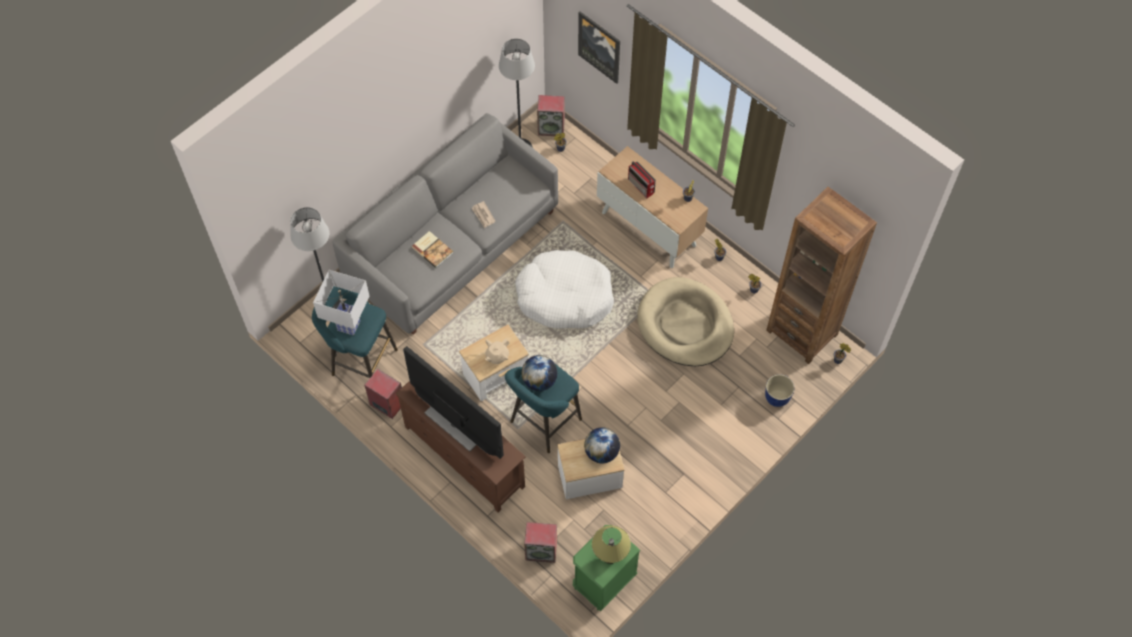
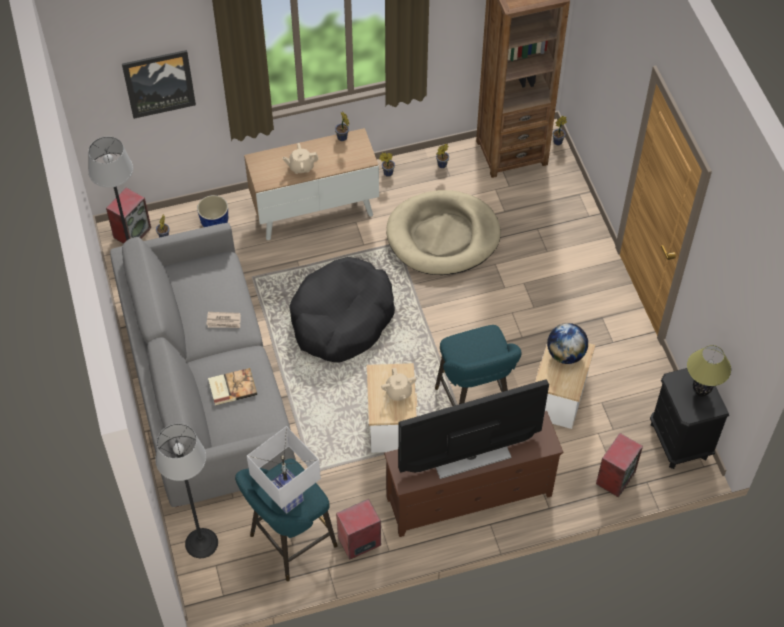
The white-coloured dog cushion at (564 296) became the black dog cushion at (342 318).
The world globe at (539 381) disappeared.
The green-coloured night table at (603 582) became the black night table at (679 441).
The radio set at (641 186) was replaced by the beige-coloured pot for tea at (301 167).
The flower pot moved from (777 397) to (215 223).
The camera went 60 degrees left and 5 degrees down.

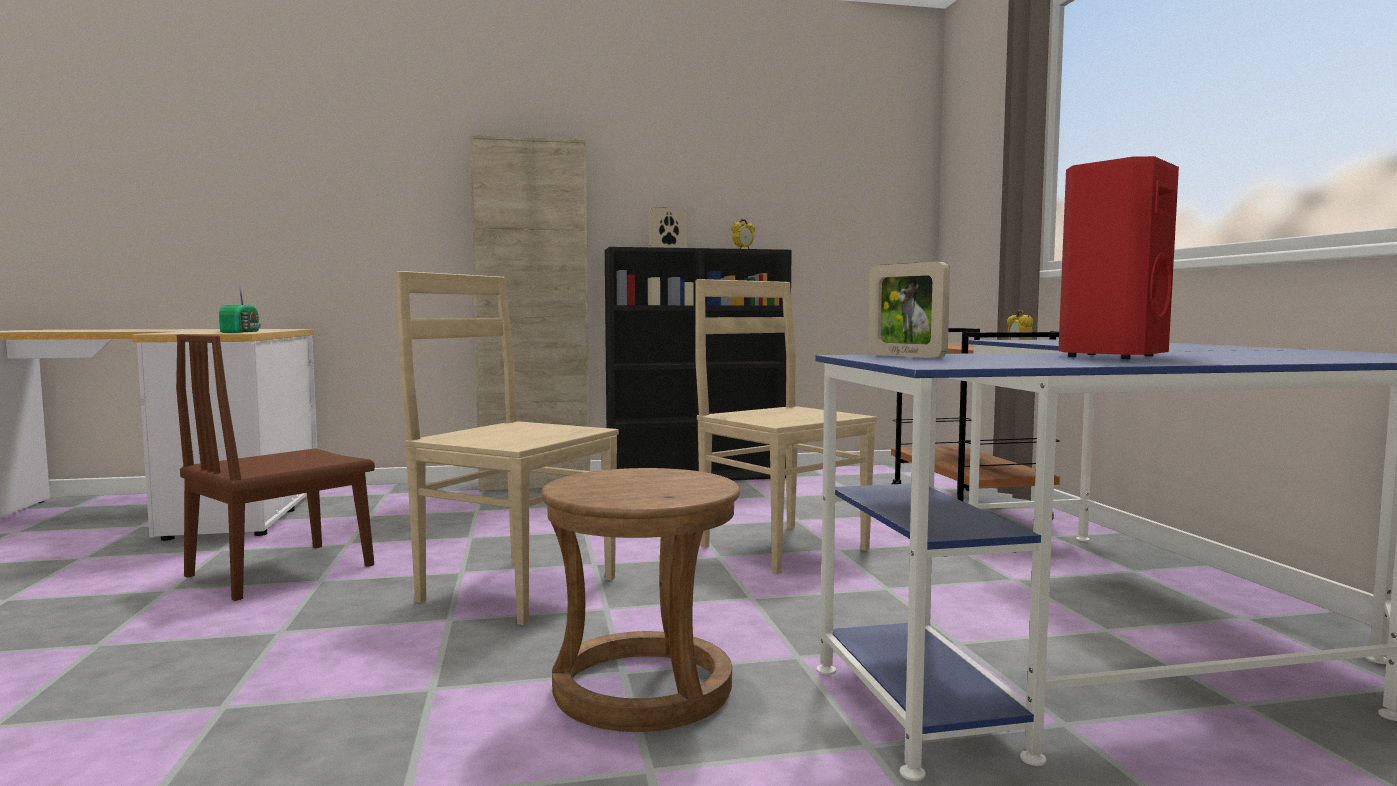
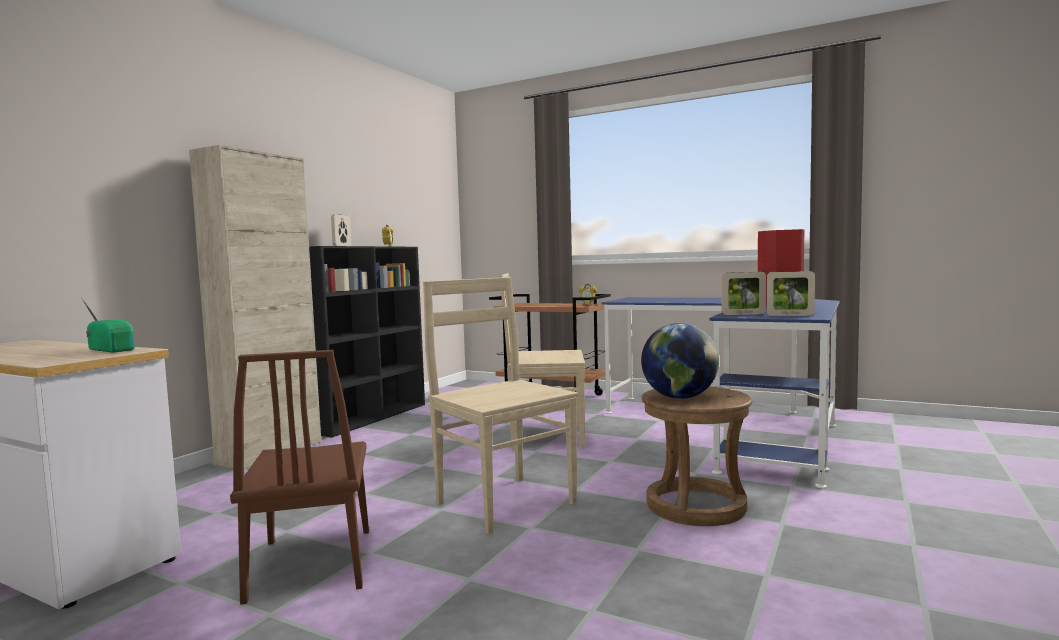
The beige-coloured upright chair at (514 588) turned 75 degrees clockwise.
The world globe at (679 397) appeared.
The photo frame at (790 315) appeared.
The camera went 50 degrees left and 0 degrees up.

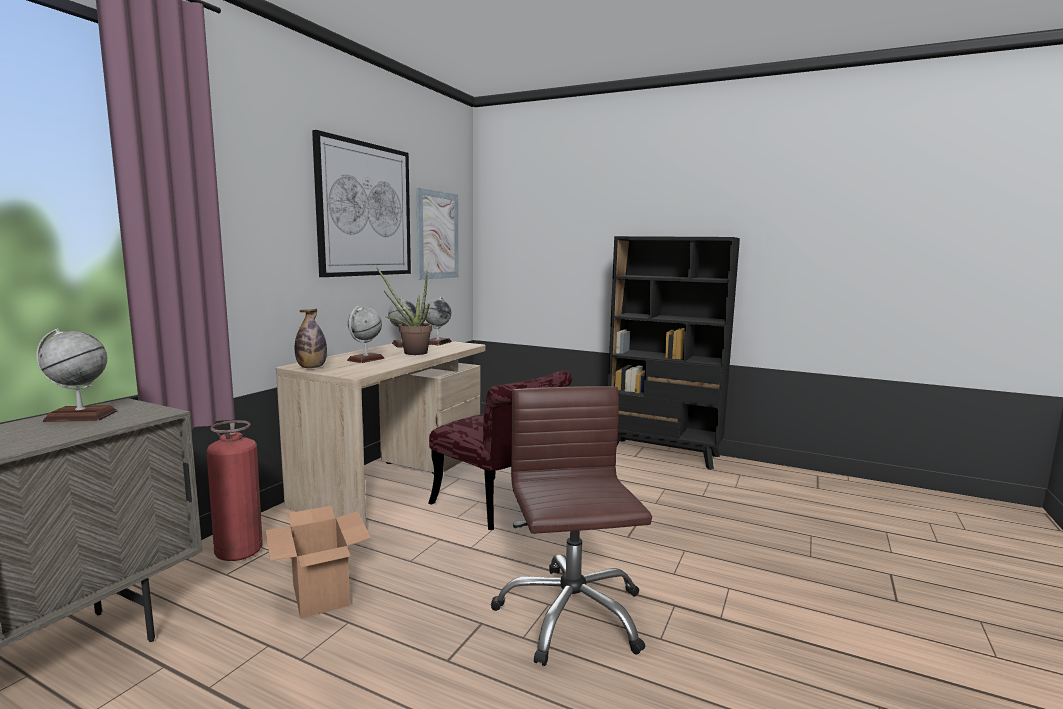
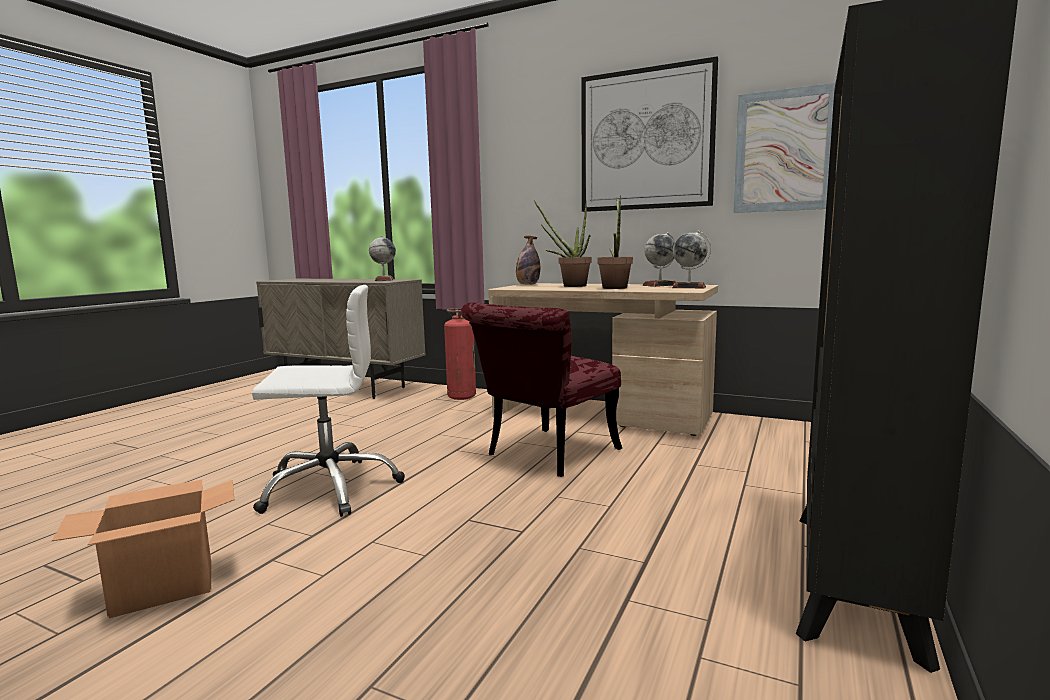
The cardboard box moved from (321 595) to (162 589).
The world globe at (365 359) was replaced by the plant in a pot at (569 286).
The brownish computer chair at (570 614) became the white-coloured computer chair at (330 487).
The camera went 90 degrees right and 0 degrees up.

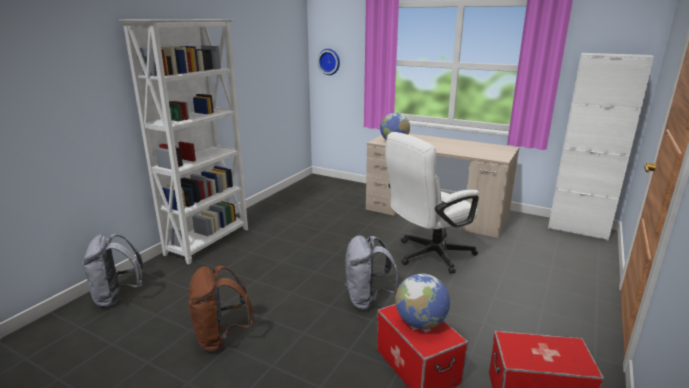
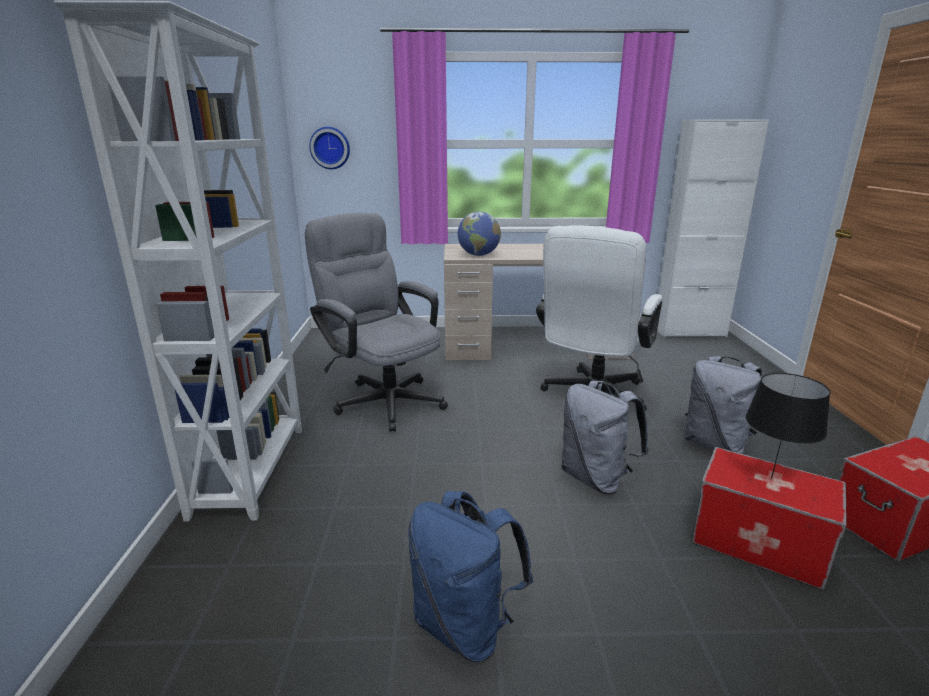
The gray rucksack moved from (118 297) to (715 445).
The brownish rucksack at (221 338) became the blue rucksack at (466 626).
The world globe at (420 323) was replaced by the black lamp for a table at (771 479).
The gray computer chair at (383 398) appeared.
The camera went 30 degrees left and 0 degrees up.

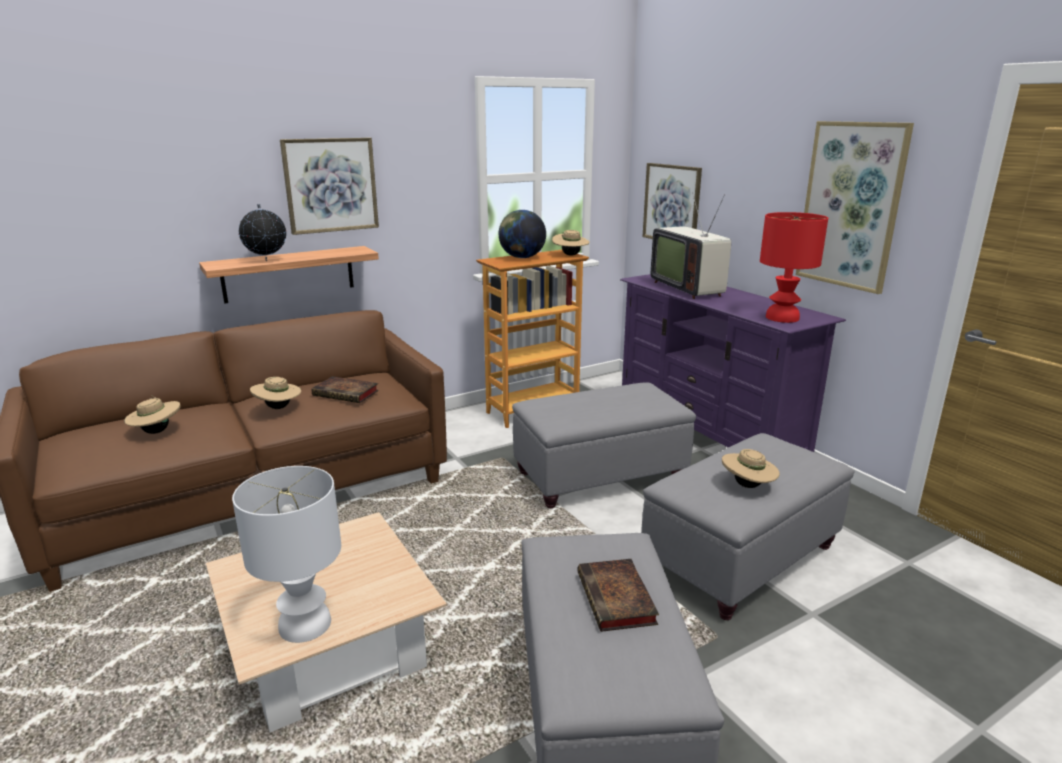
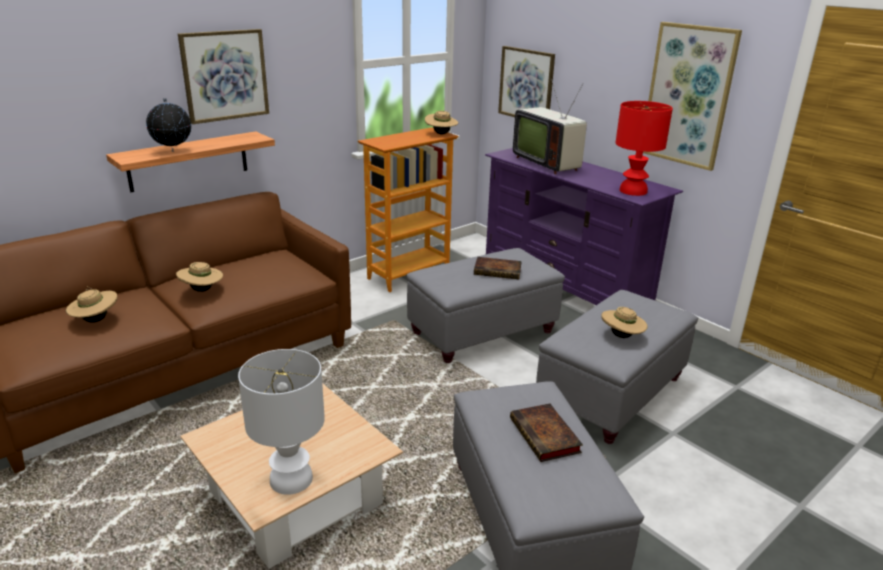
The bound book moved from (347 393) to (498 271).
The world globe at (522 257) disappeared.
The camera went 10 degrees left and 5 degrees up.

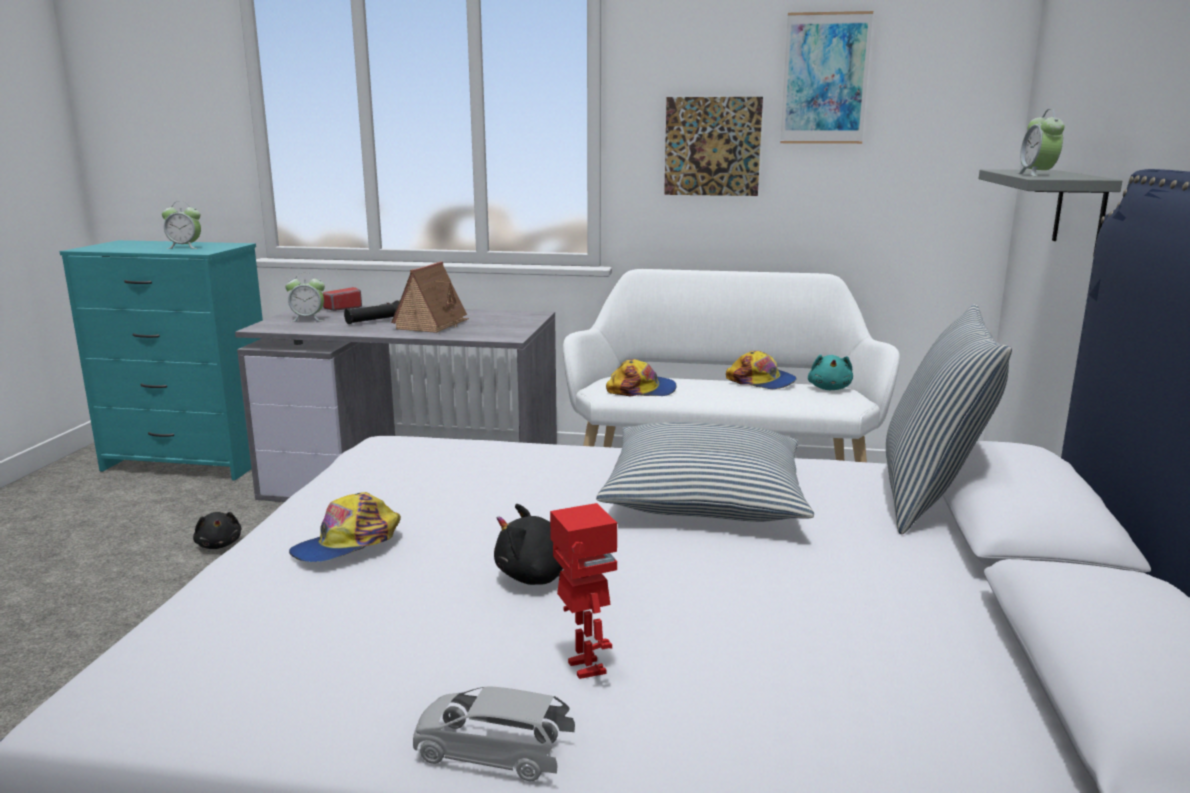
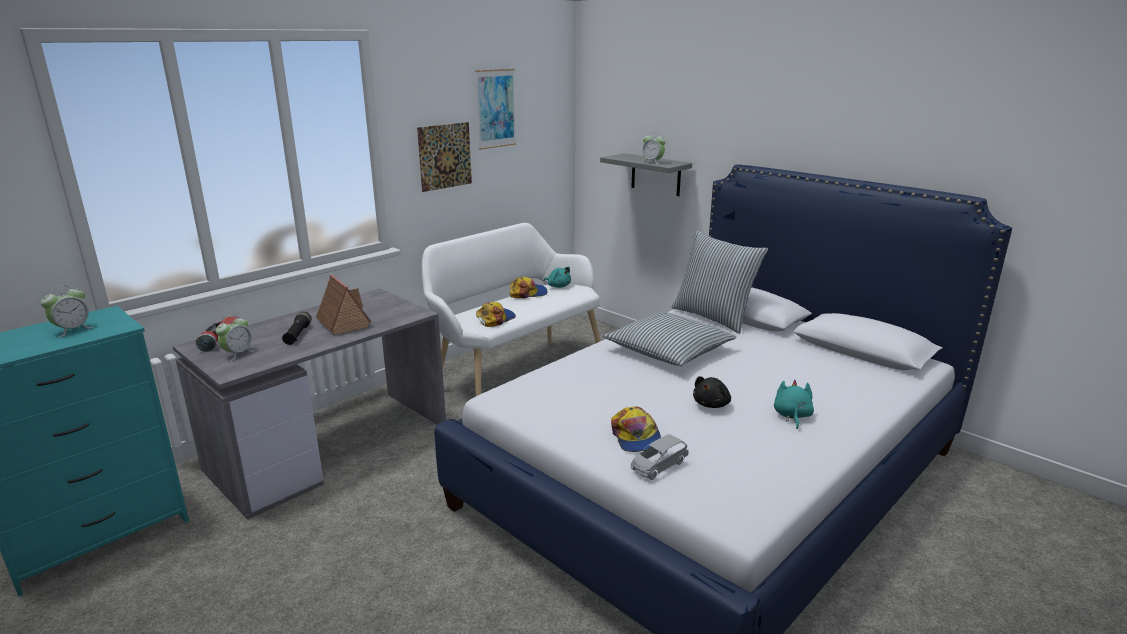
The black soft toy at (219 544) disappeared.
The gray miniature car moved from (492 752) to (658 466).
The toy robot at (584 667) was replaced by the blue-green soft toy at (792 416).
The camera went 55 degrees left and 5 degrees up.

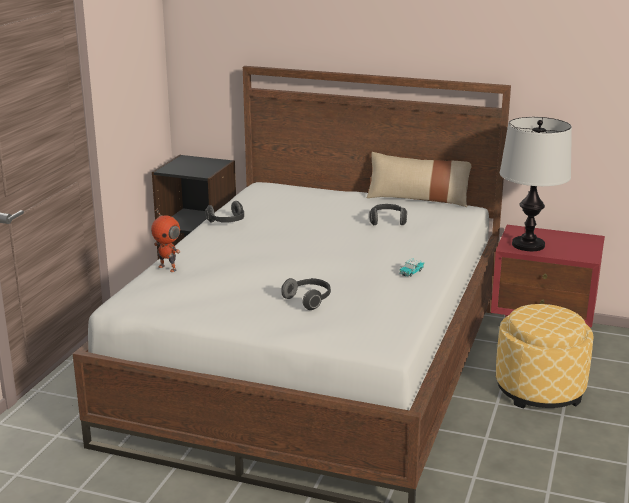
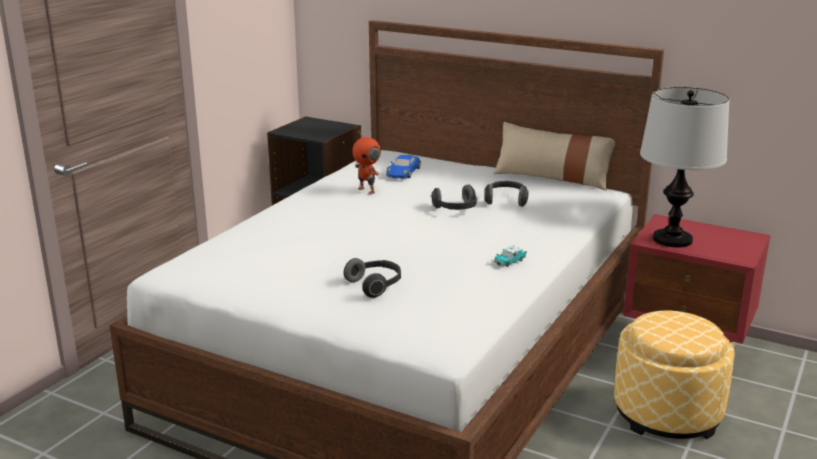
The toy robot moved from (168 268) to (367 190).
The pair of headphones moved from (227 222) to (456 209).
The blue miniature car at (403 172) appeared.
The camera went 10 degrees right and 0 degrees up.

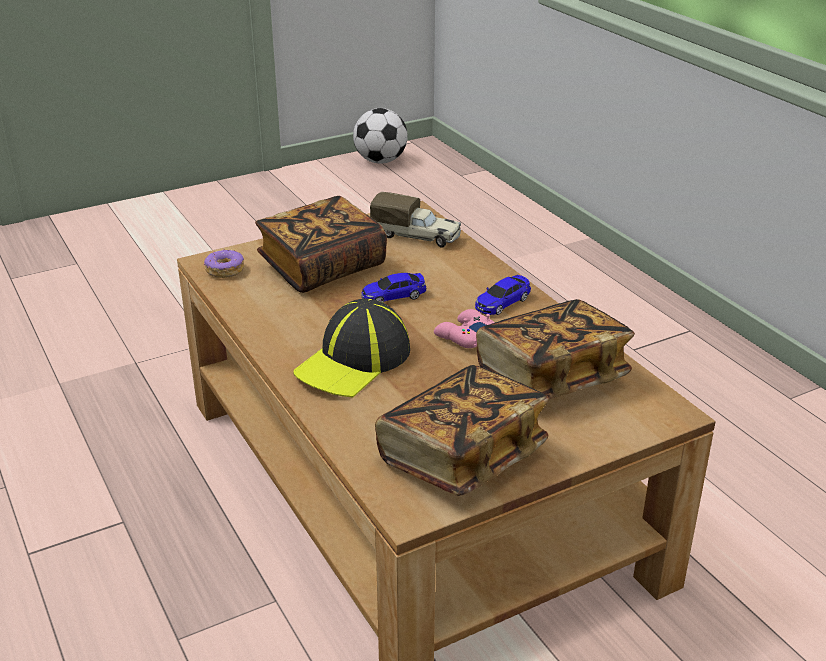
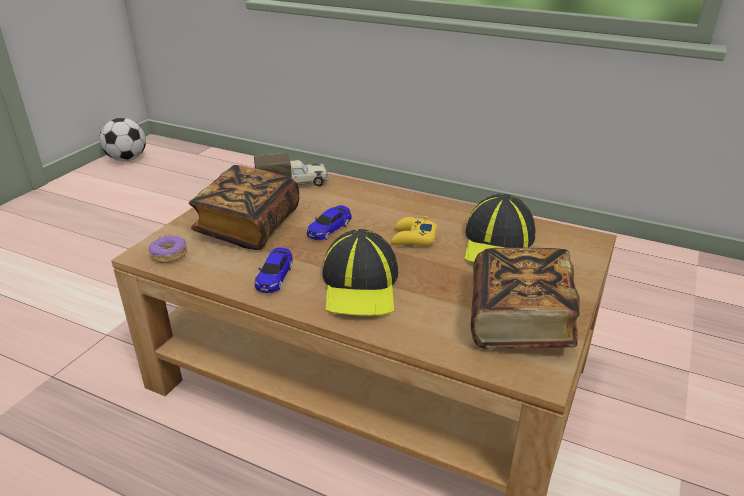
The pinkish gamepad at (465 336) became the yellowish gamepad at (413 238).
The miniature car moved from (502 303) to (274 277).
The bound book at (551 376) was replaced by the baseball cap at (498 244).
The camera went 35 degrees left and 0 degrees up.

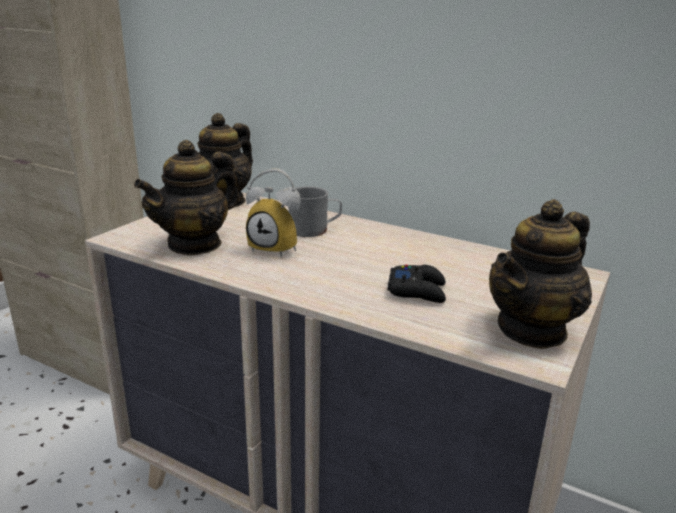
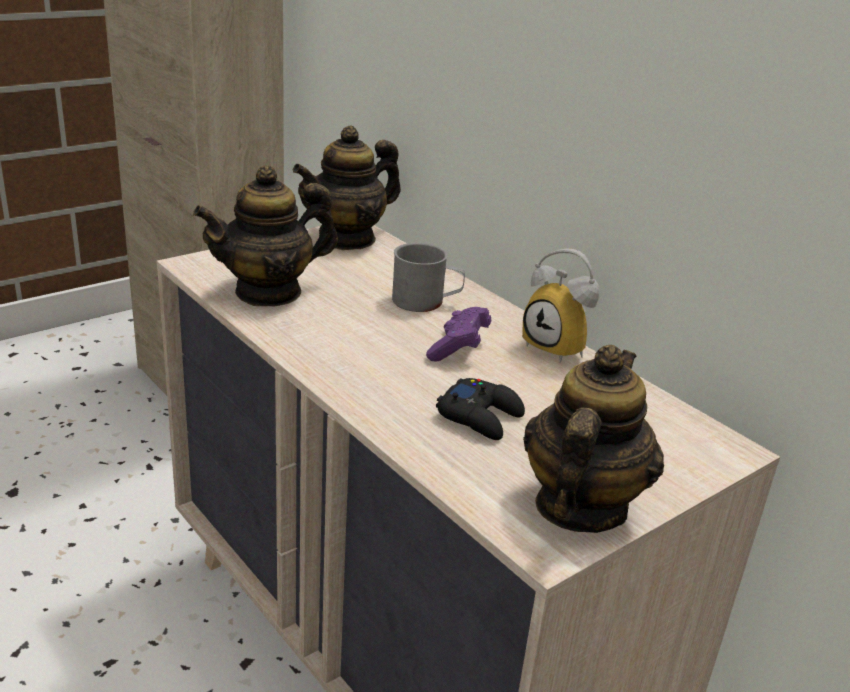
The table clock moved from (277 248) to (560 348).
The pot for tea at (532 330) turned 135 degrees clockwise.
The purplish gamepad at (458 348) appeared.
The camera went 20 degrees right and 5 degrees up.

